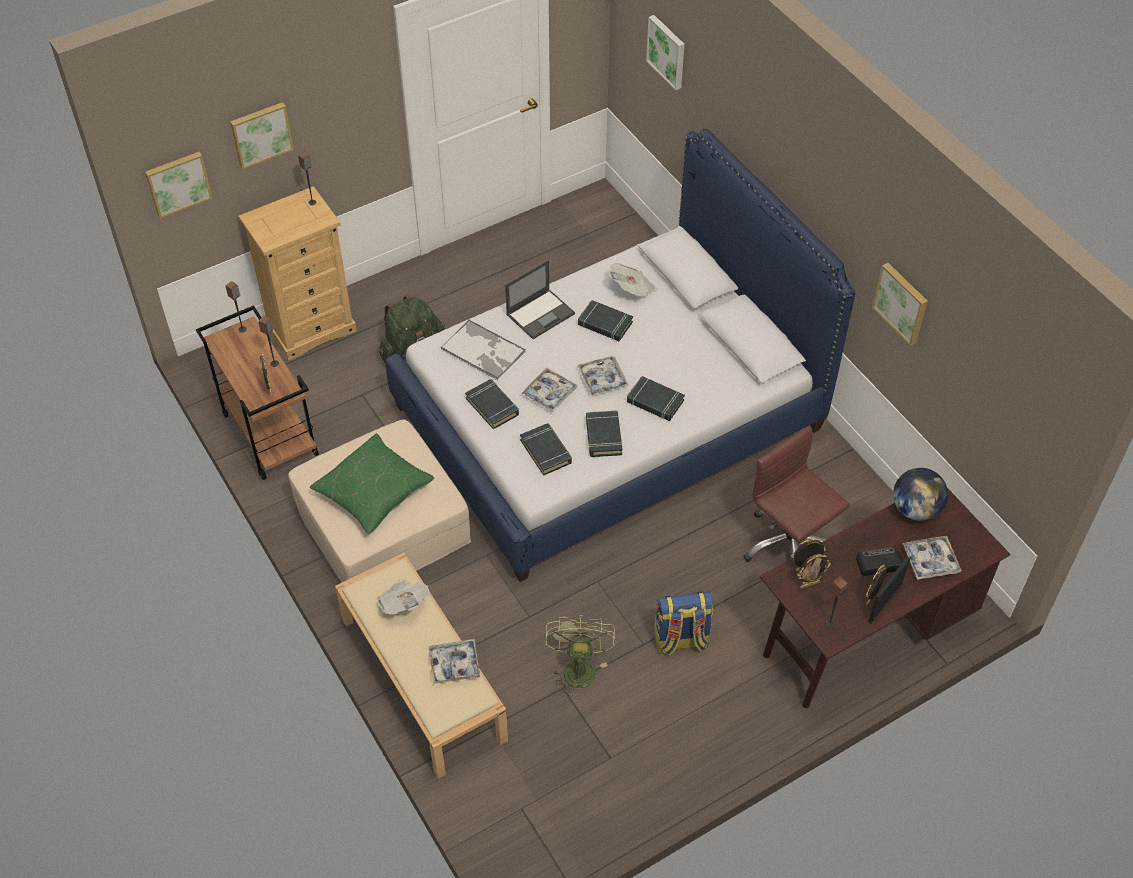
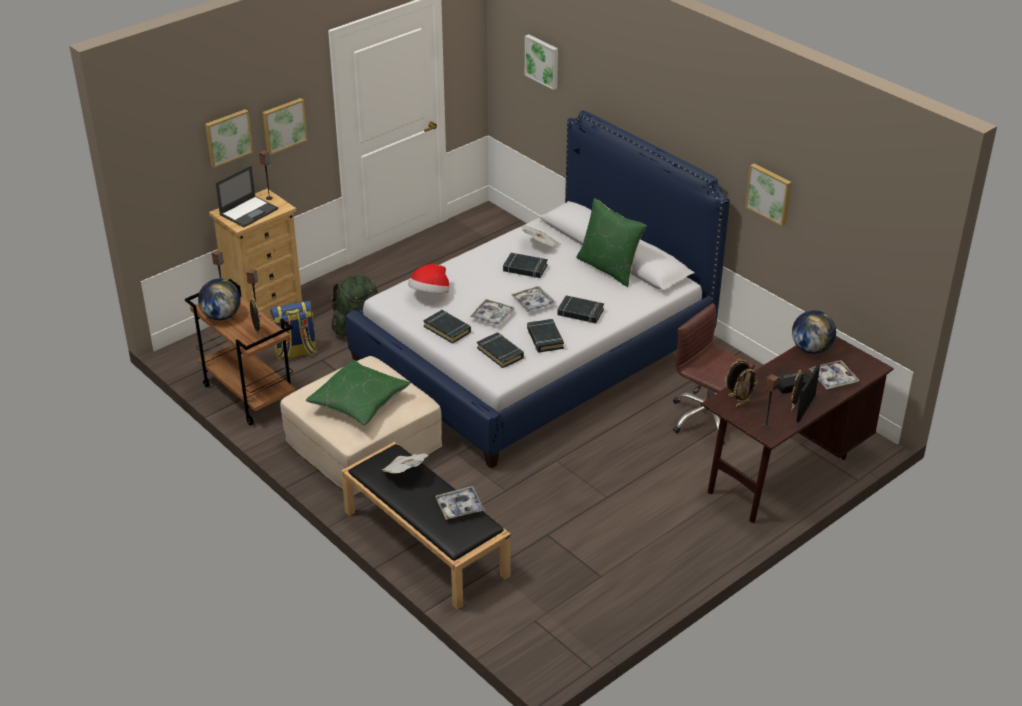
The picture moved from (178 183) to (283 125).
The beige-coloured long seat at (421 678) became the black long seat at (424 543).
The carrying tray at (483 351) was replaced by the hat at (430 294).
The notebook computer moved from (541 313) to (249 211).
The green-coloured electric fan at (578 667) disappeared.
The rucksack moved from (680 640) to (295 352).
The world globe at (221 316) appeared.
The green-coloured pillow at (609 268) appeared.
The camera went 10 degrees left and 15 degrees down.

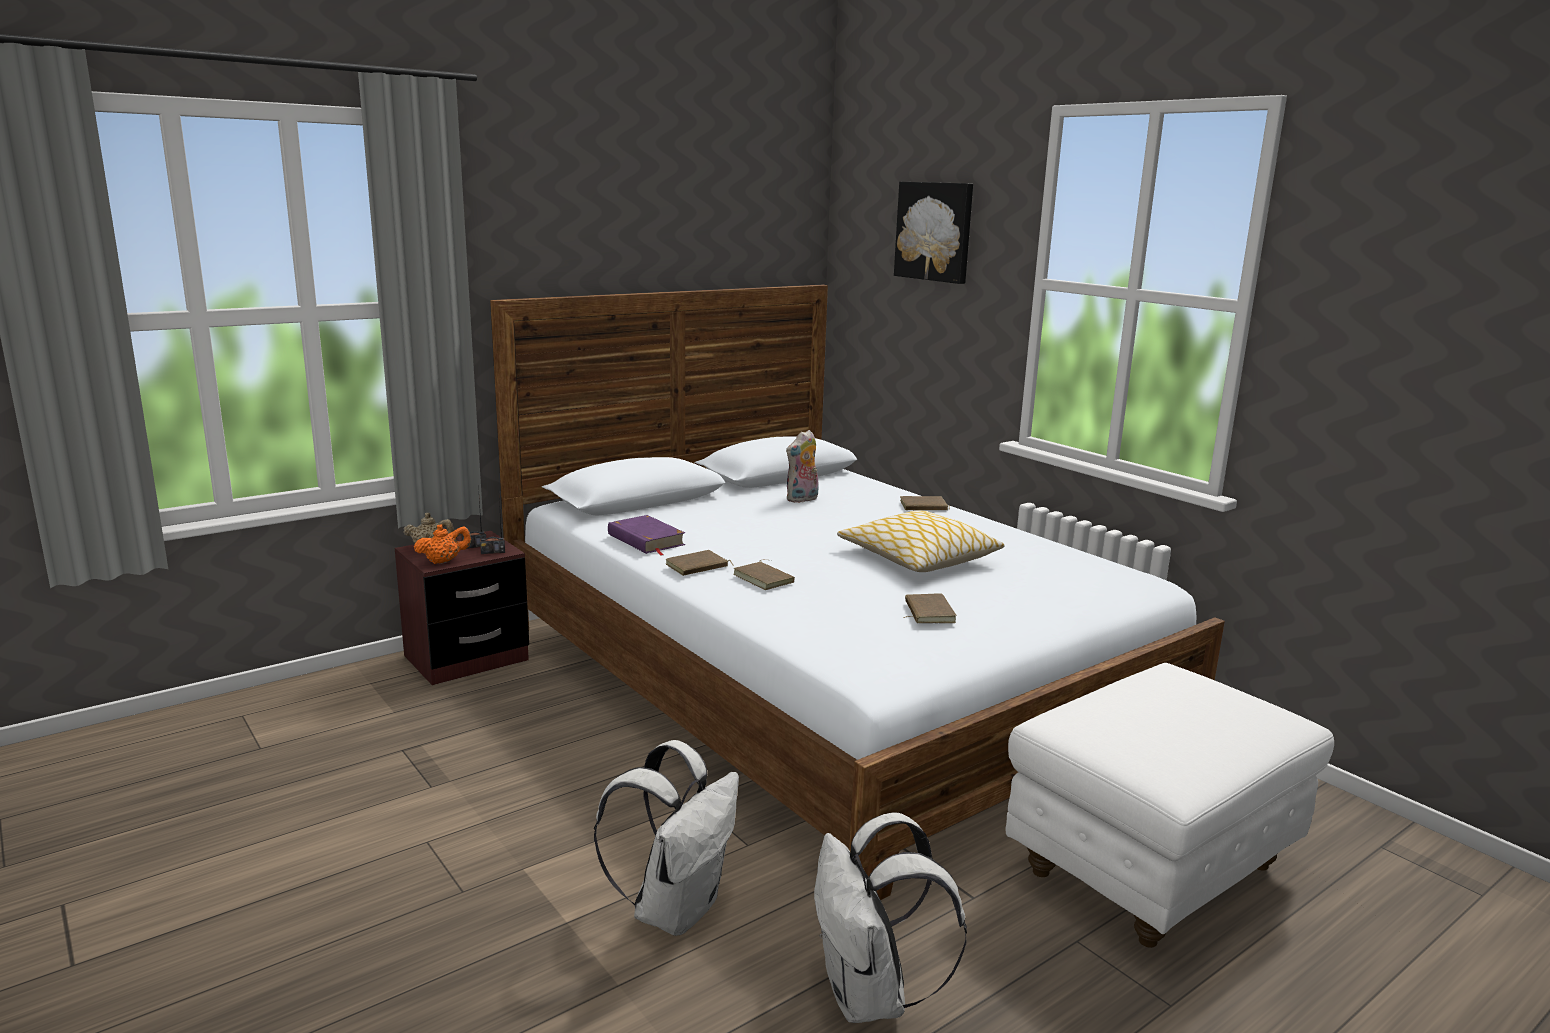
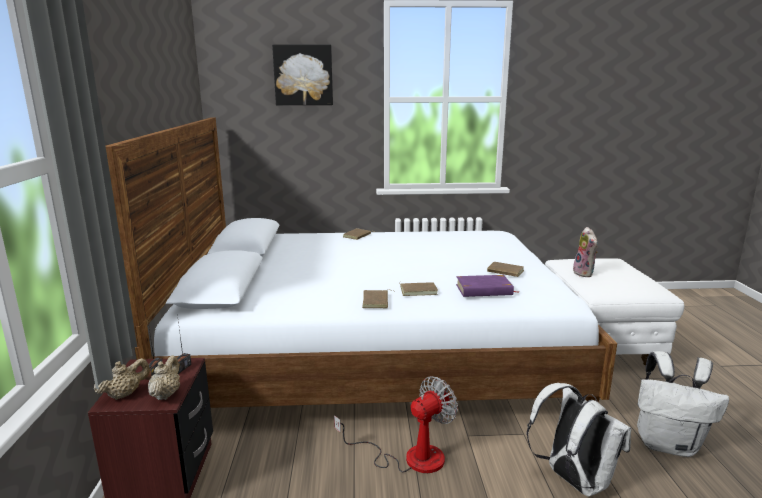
The orange pot for tea at (444 561) became the beige-coloured pot for tea at (166 394).
The purplish bound book moved from (645 540) to (484 290).
The soft toy moved from (802 499) to (585 273).
The pillow at (918 558) disappeared.
The electric fan at (410 457) appeared.
The camera went 55 degrees left and 0 degrees up.

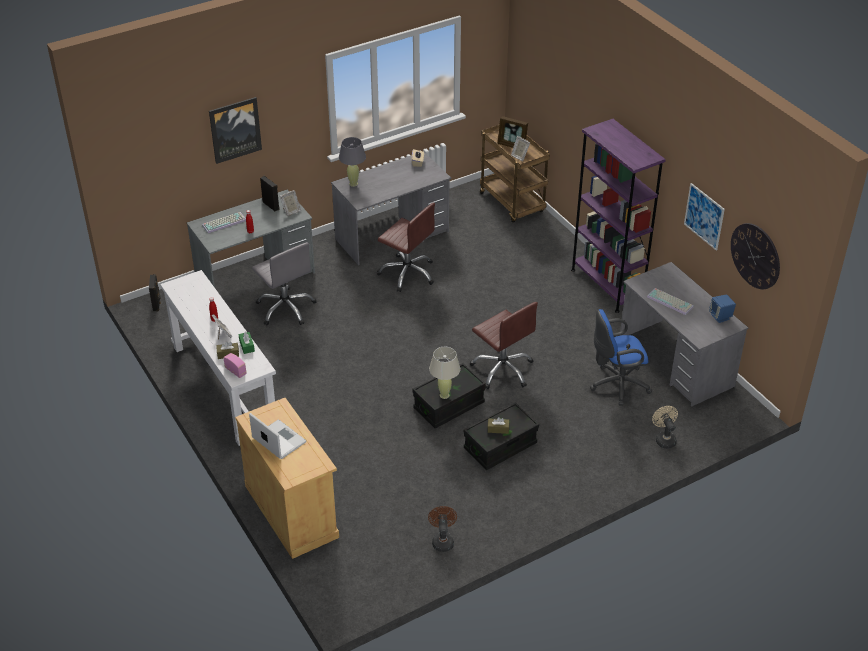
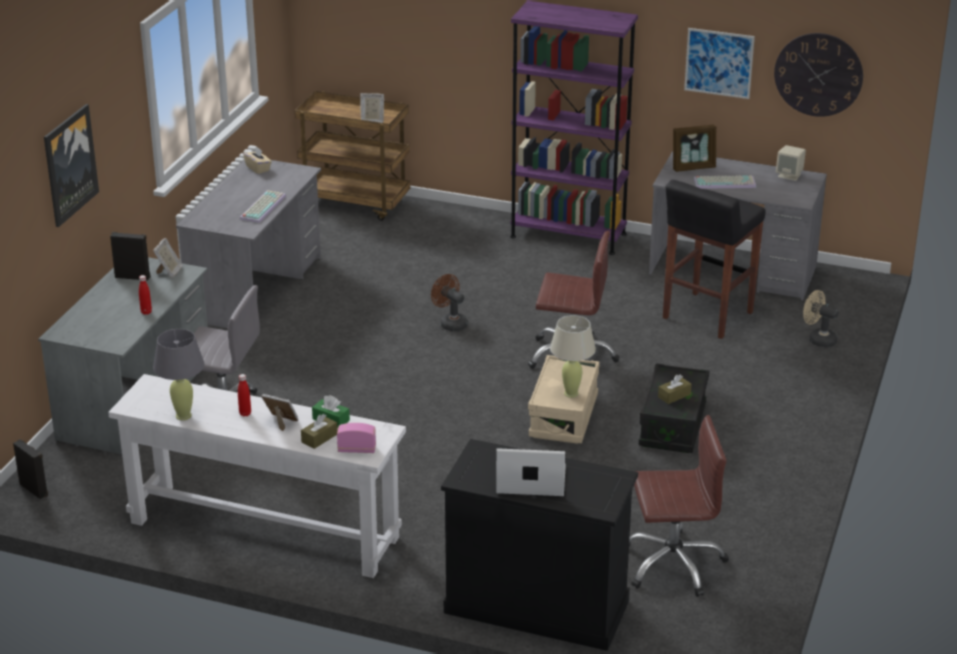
The keyboard moved from (224 222) to (262 207).
The beige-coloured cabinet at (291 511) became the black cabinet at (537 606).
The gray lamp for a table moved from (353 184) to (183 415).
The brownish computer chair moved from (408 273) to (672 563).
The black storage box at (449 406) became the beige-coloured storage box at (563 416).
The brownish electric fan moved from (442 540) to (450 323).
The photo frame moved from (512 145) to (693 167).
The blue computer chair at (616 385) was replaced by the black sitting stool at (706 316).
The blue audio speaker at (720 317) became the beige-coloured audio speaker at (789 175).
The camera went 40 degrees left and 10 degrees down.

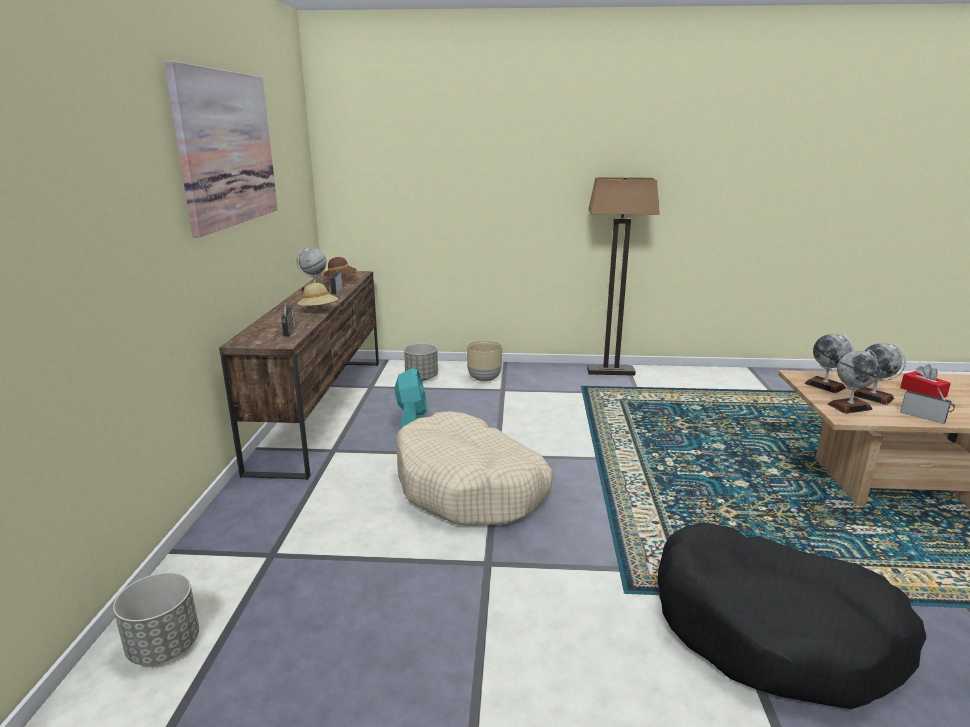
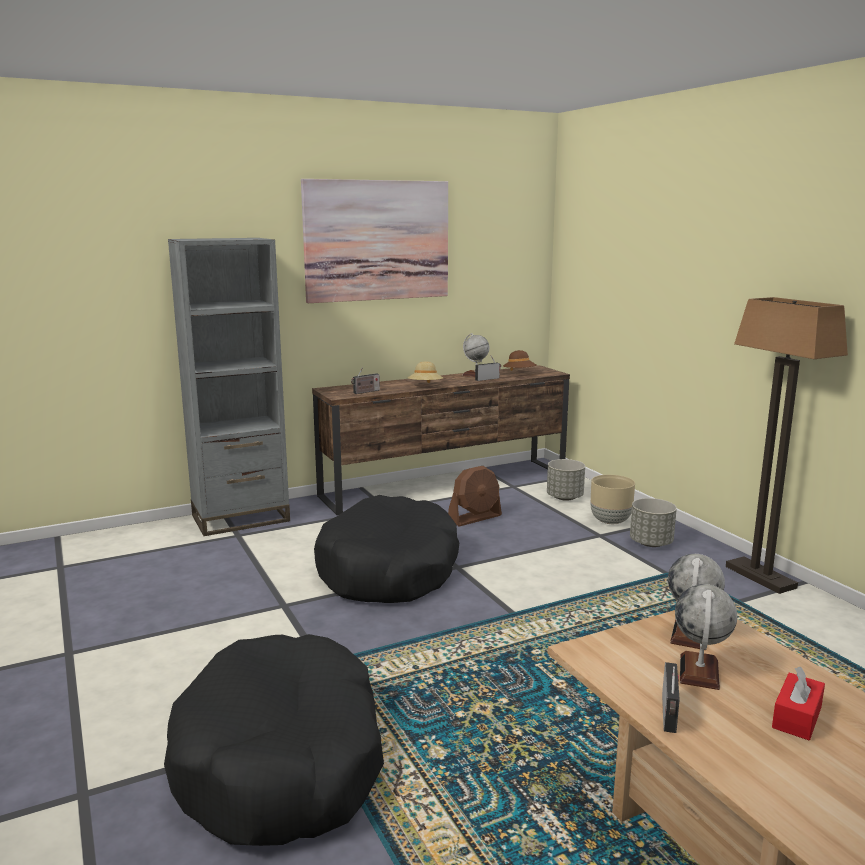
The gray flower pot moved from (165 646) to (651 543).
The blue-green electric fan at (412 420) became the brownish electric fan at (475 518).
The beige-coloured dog cushion at (470 487) became the black dog cushion at (388 570).
The world globe at (849 406) disappeared.
The gray bookshelf at (241 518) appeared.
The camera went 60 degrees right and 5 degrees down.

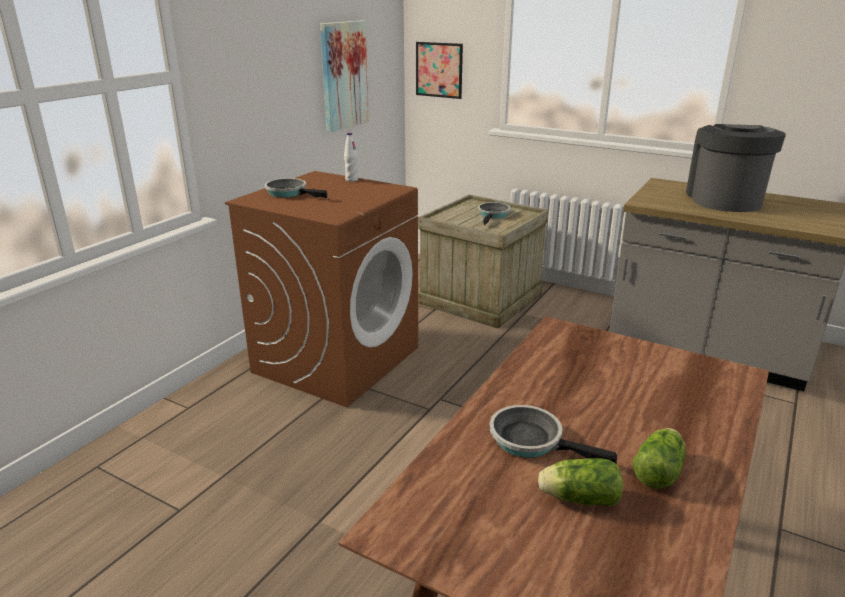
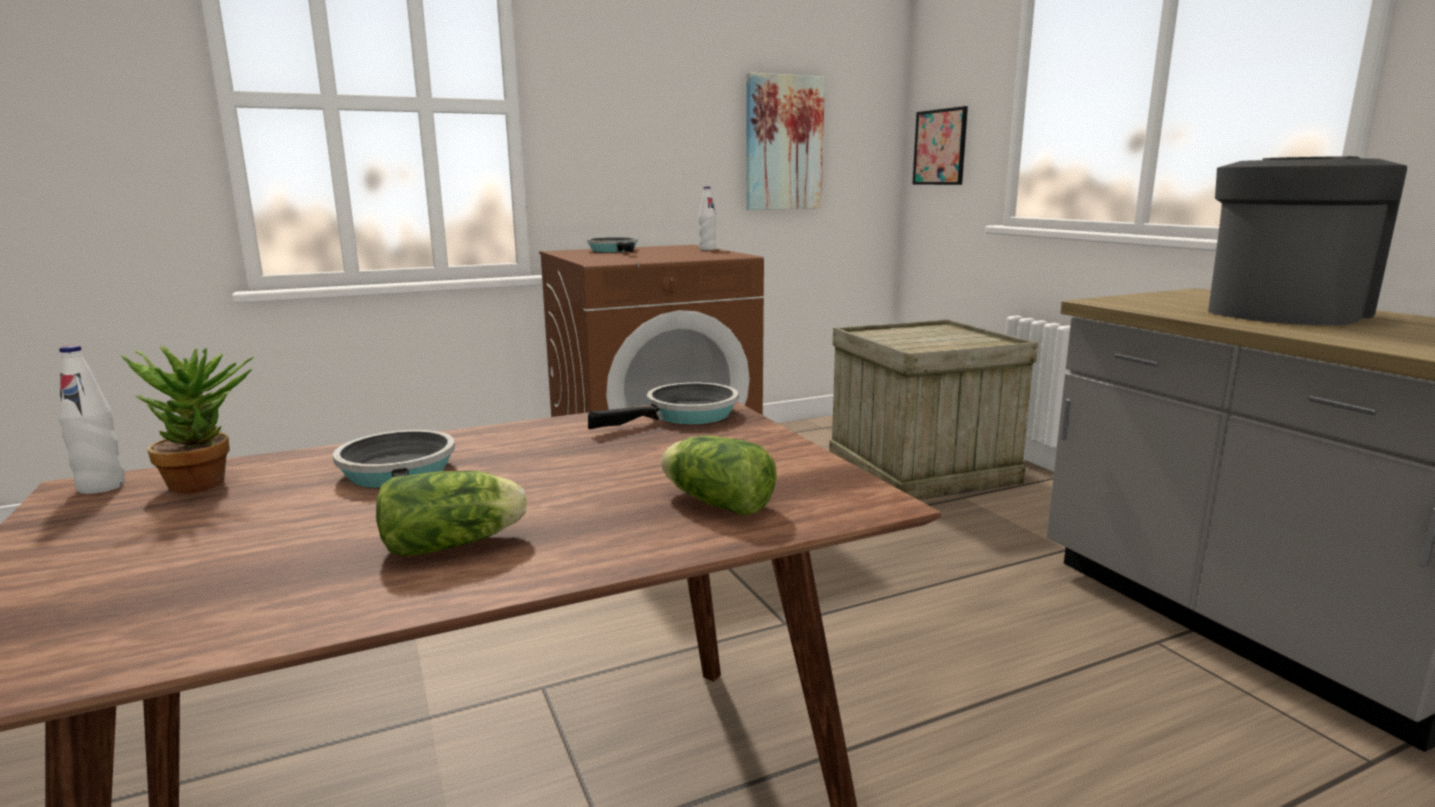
The pan moved from (493 215) to (685 415).
The head of lettuce moved from (577 498) to (714 502).
The white-coloured bottle at (101 487) appeared.
The plant in a pot at (209 482) appeared.
The camera went 35 degrees right and 10 degrees down.

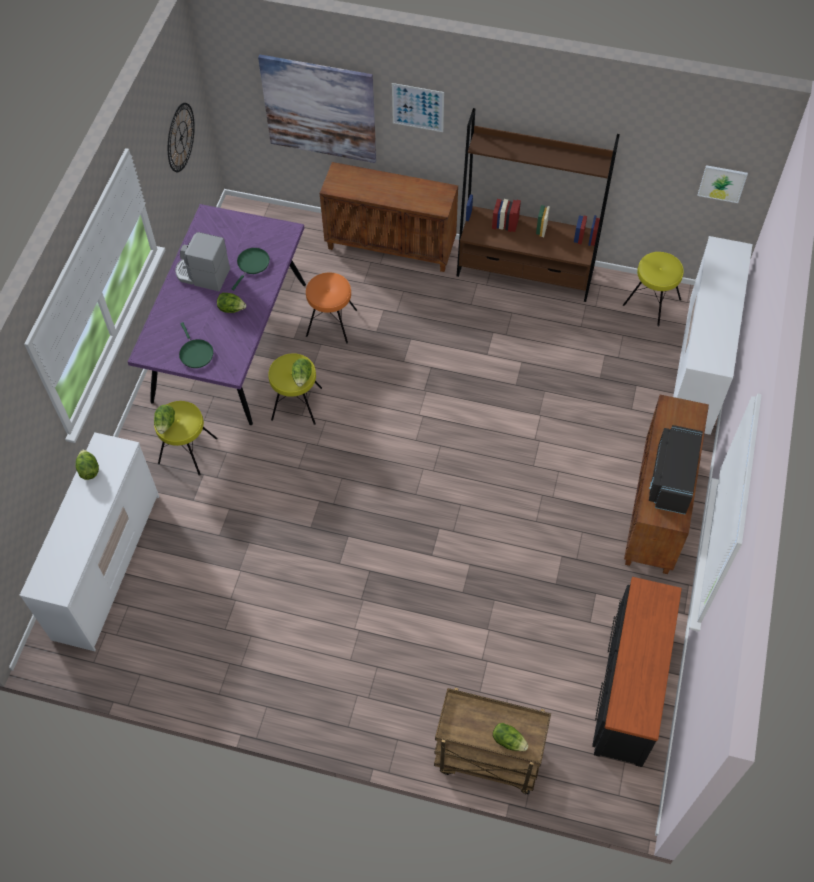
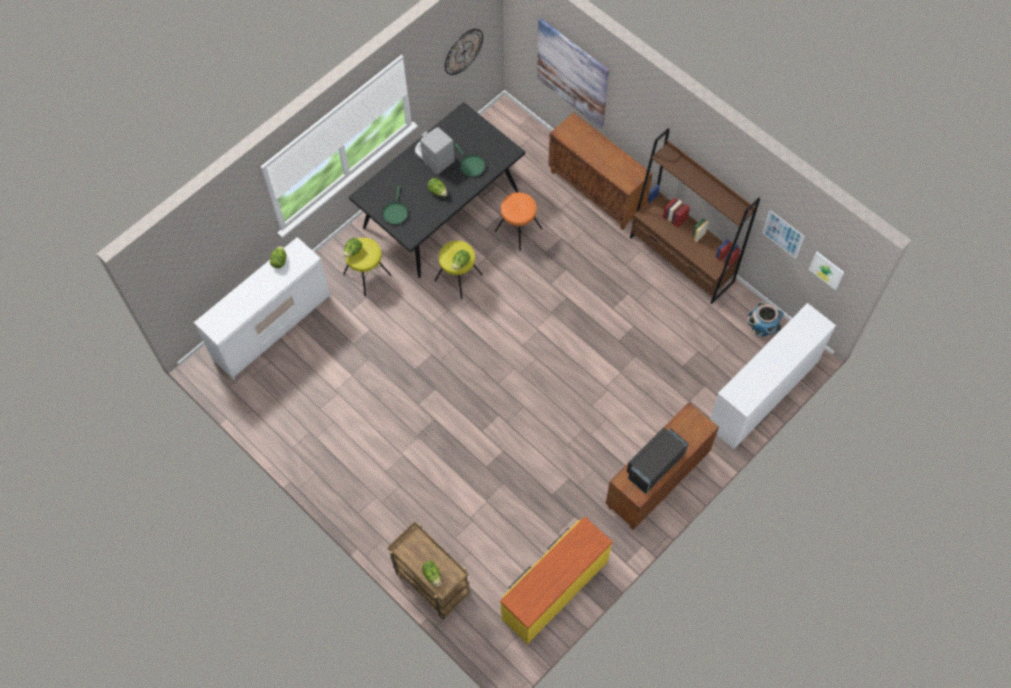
The purplish kitchen table at (230 342) became the black kitchen table at (441 210).
The green-coloured pan at (252 265) turned 90 degrees clockwise.
The picture moved from (418 107) to (783 234).
The black drawer chest at (628 687) became the yellowish drawer chest at (553 589).
The yellowish sitting stool at (652 302) was replaced by the flower pot at (761 329).
The camera went 30 degrees right and 5 degrees up.

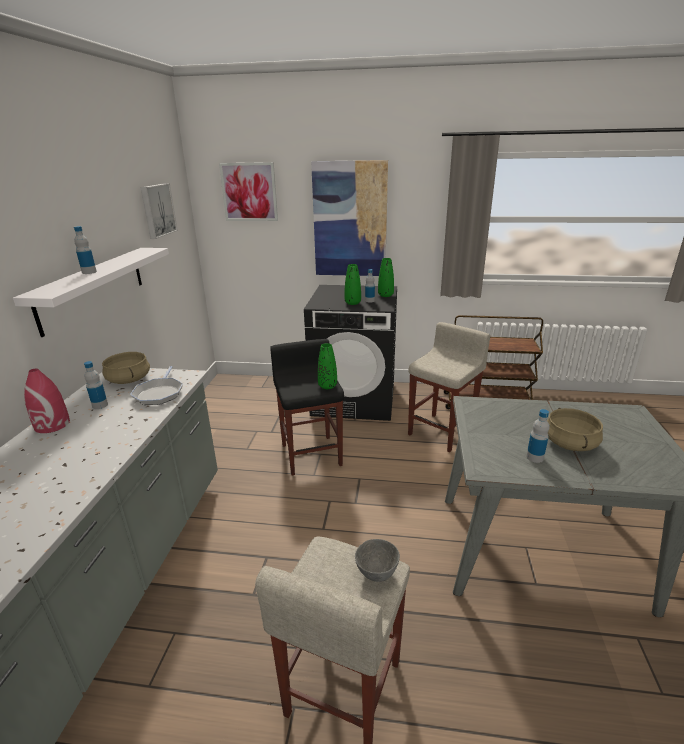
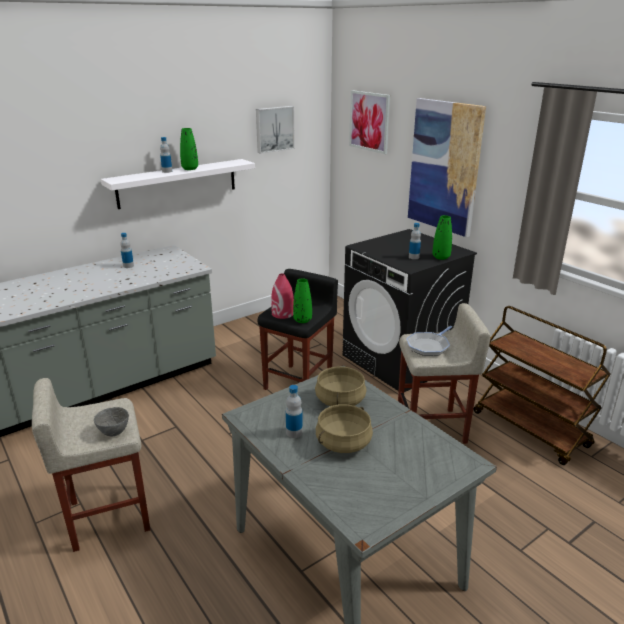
The red decorative vase moved from (52 425) to (282 314).
The beige-coloured cooking pot moved from (128 380) to (339 400).
The pan moved from (159 393) to (429 346).
The green-coloured decorative vase moved from (352 303) to (190 169).
The camera went 45 degrees right and 0 degrees up.

